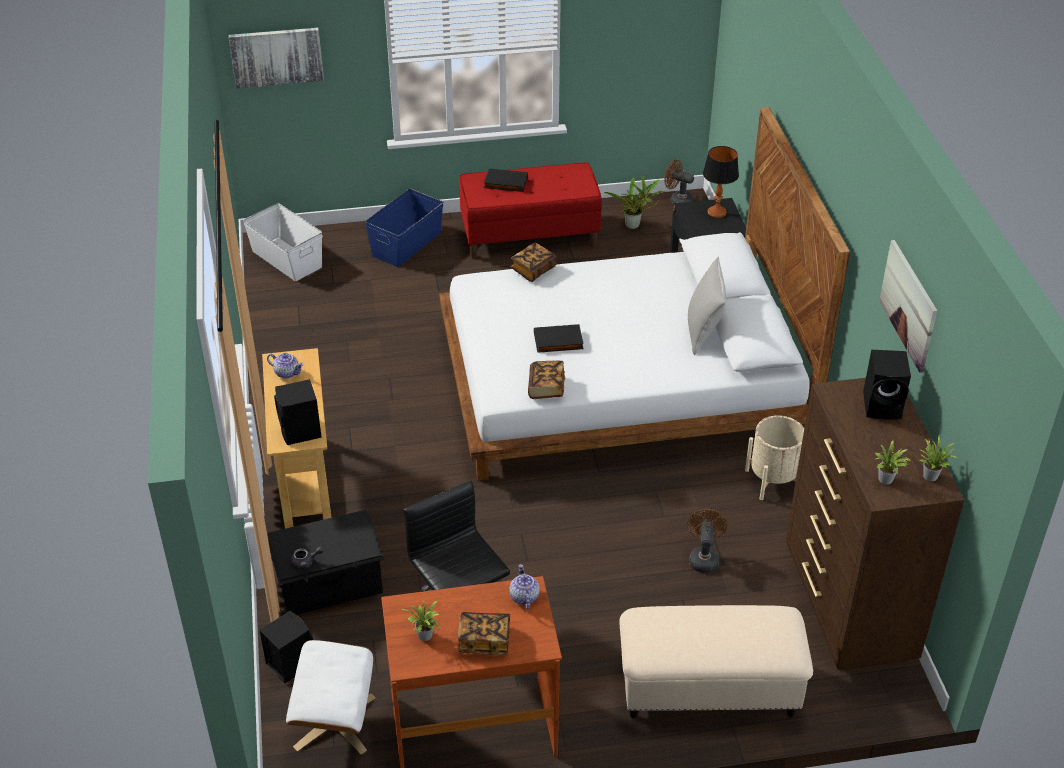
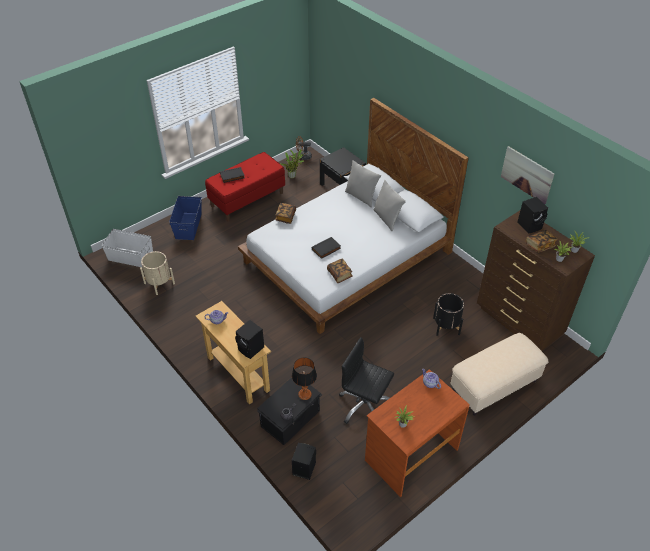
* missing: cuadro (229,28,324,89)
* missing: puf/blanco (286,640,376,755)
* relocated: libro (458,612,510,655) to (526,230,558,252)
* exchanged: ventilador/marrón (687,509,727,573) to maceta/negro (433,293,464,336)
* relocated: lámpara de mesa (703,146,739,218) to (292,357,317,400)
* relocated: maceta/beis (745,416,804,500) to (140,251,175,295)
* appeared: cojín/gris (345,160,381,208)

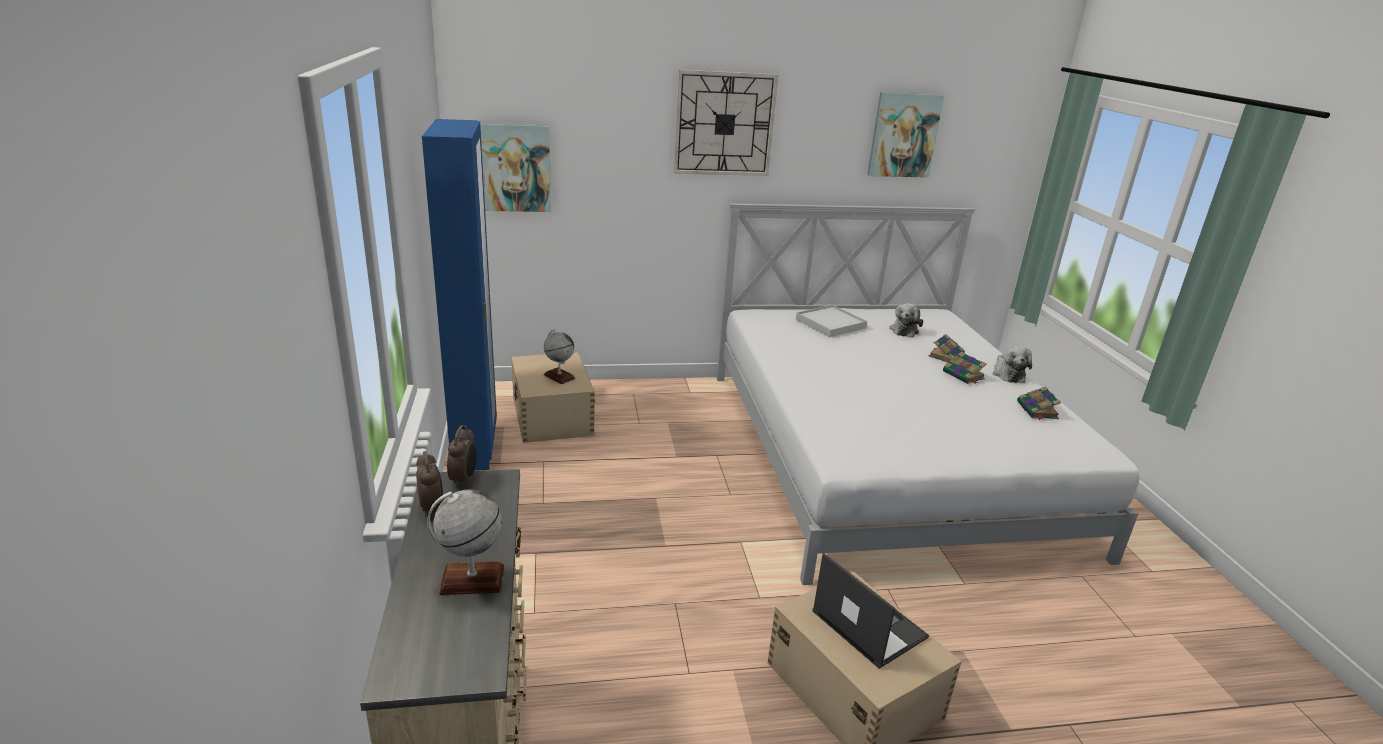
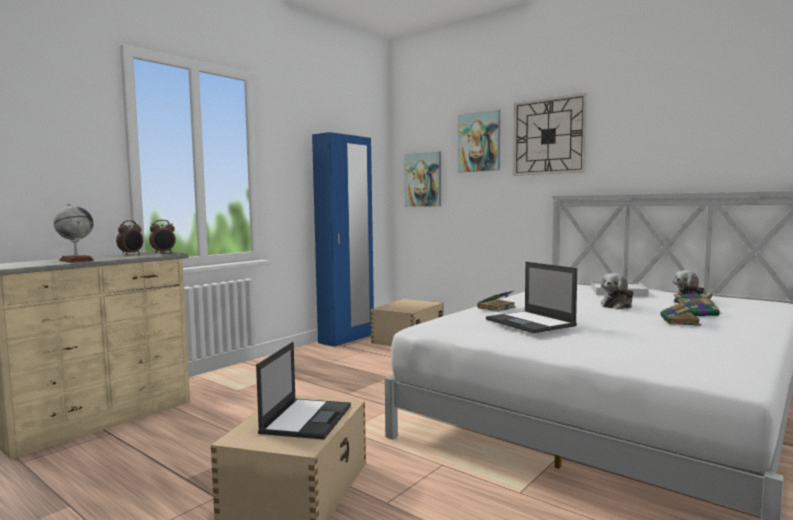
* missing: globo terráqueo (544,330,576,384)
* relocated: cuadro (867,92,944,178) to (457,109,500,172)
* relocated: peluche (993,346,1032,383) to (601,273,633,309)
* relocated: libro (1017,386,1061,420) to (477,291,516,312)
* appeared: portátil (486,262,577,333)

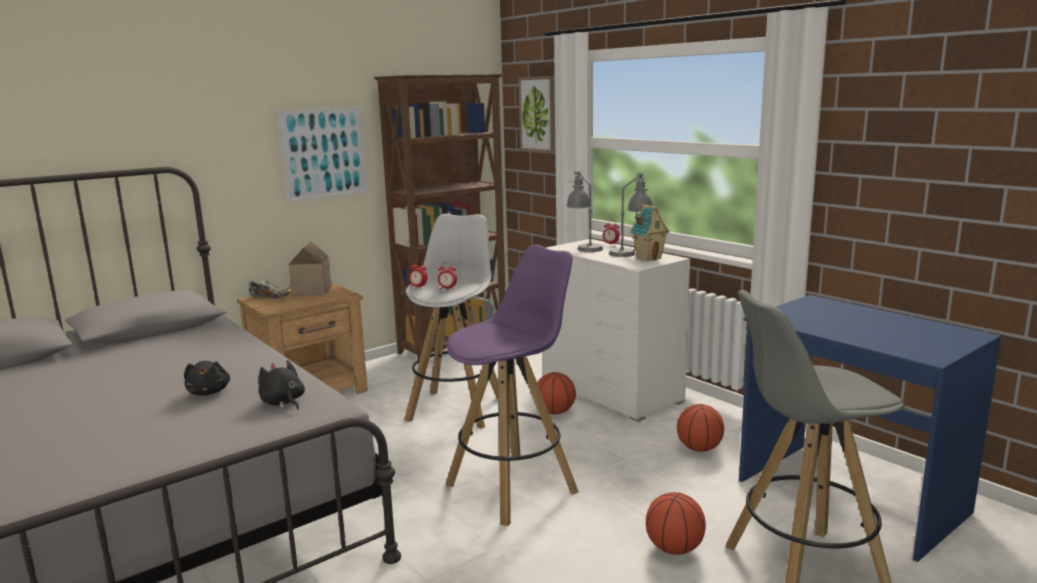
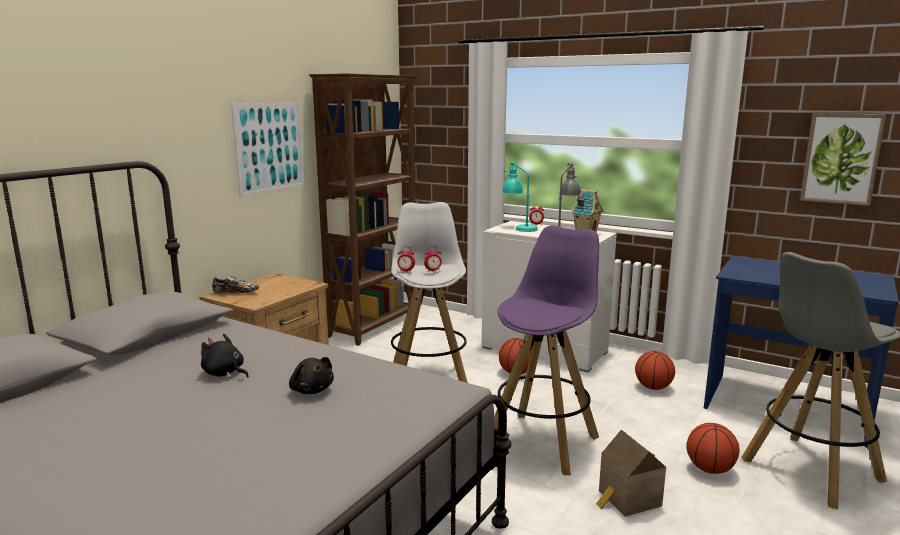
* relocated: peluche/negro (258,360,305,410) to (201,334,249,378)
* relocated: casita (287,241,332,296) to (596,430,666,517)
* relocated: cuadro (518,76,555,153) to (800,113,886,206)
* colour: lámpara de mesa/gris (567,171,603,252) to lámpara de mesa/turquesa (502,162,538,232)

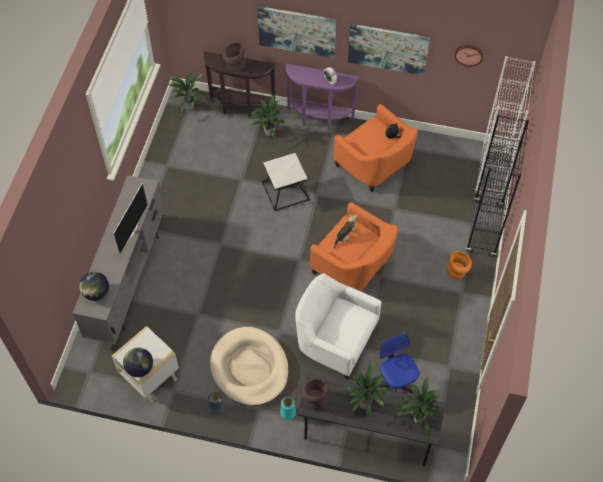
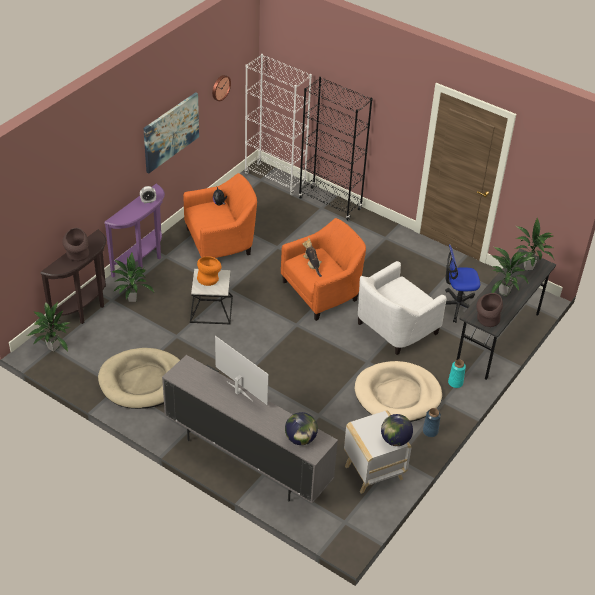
* missing: cuadro (258,6,336,58)
* relocated: florero/naranja (447,251,472,279) to (197,256,221,286)
* appeared: cama para perro/beis (98,348,180,409)

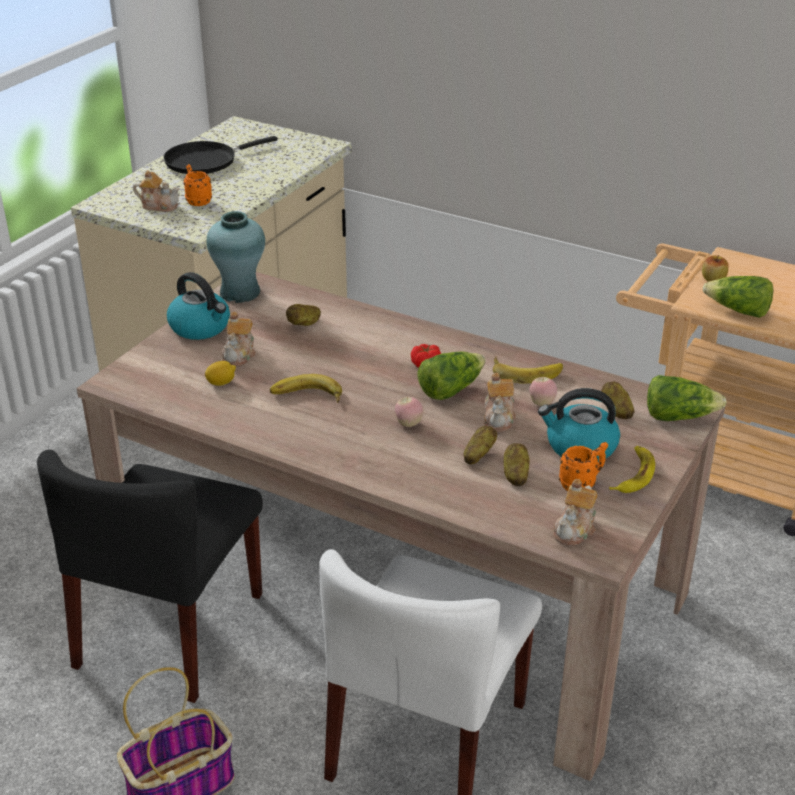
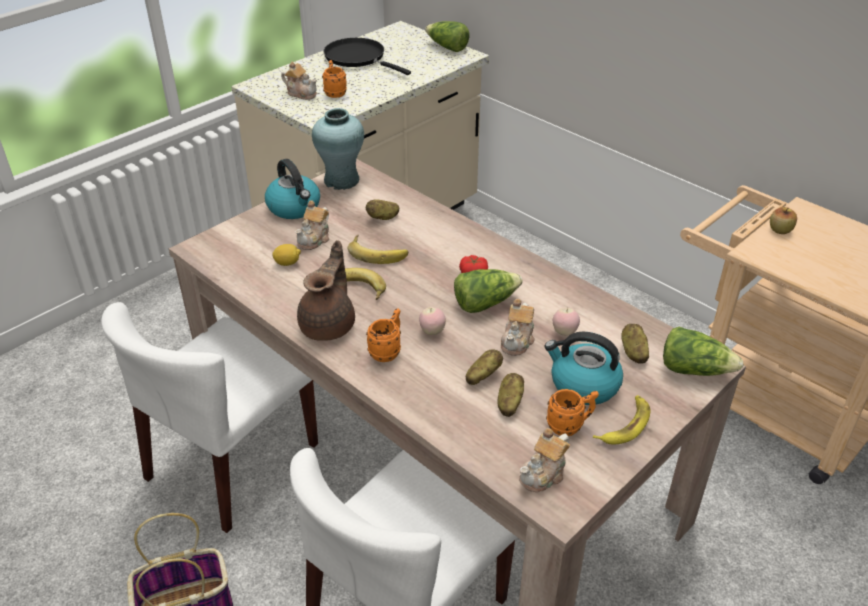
* colour: silla/negro (37,449,263,703) to silla/blanco (101,302,318,533)
* spun: sartén/negro (163,136,278,174) = (324,38,411,75) 60 degrees clockwise
* relocated: plátano (493,357,563,383) to (348,235,408,264)
* relocated: lechuga (703,276,774,318) to (425,21,469,52)
* appeared: tetera/marrón (297,240,355,341)
* appeared: taza grande/naranja (366,308,401,362)

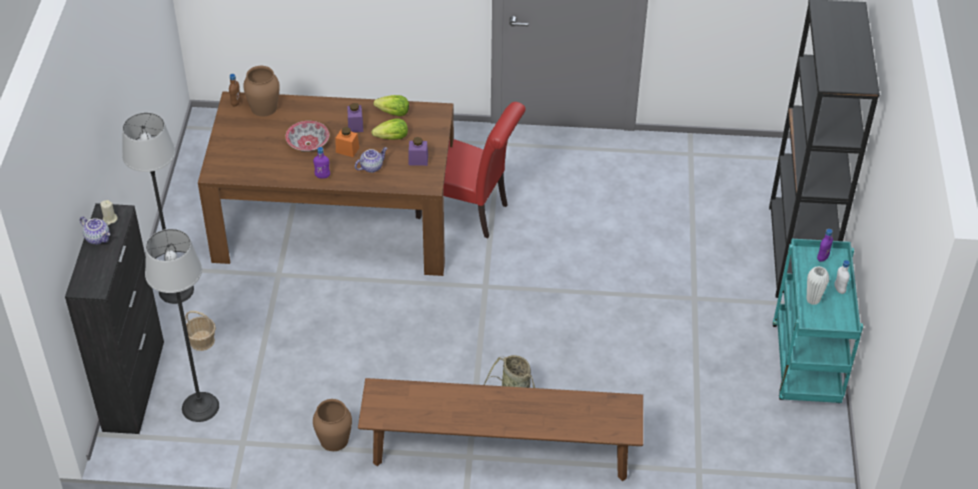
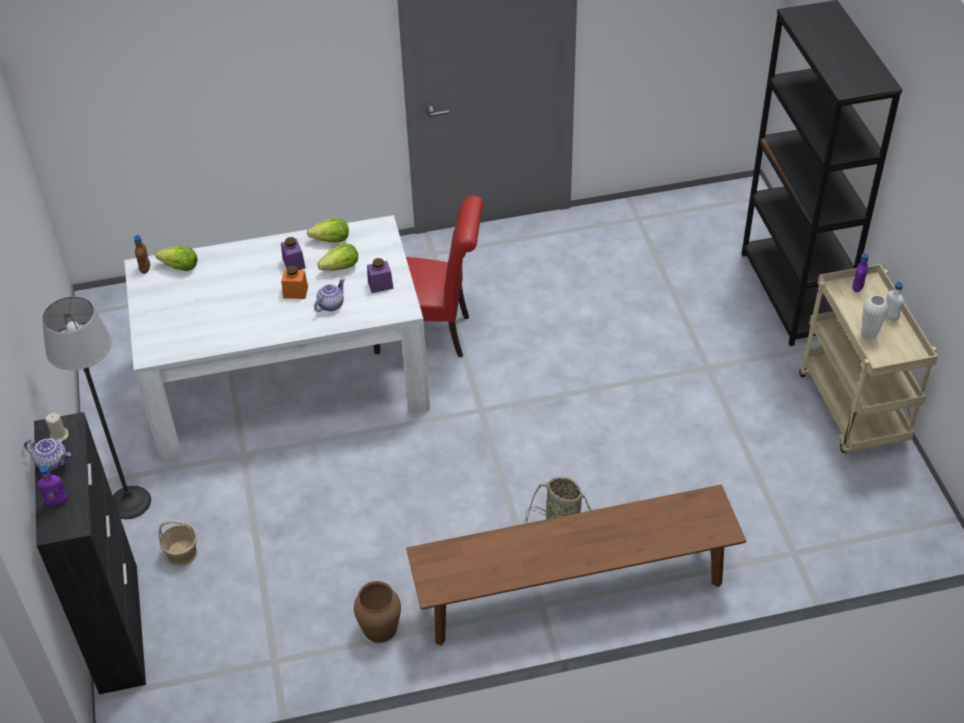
* missing: lámpara de pie (145,229,219,422)
* colour: mesa de comedor/marrón (198,91,454,276) to mesa de comedor/blanco (124,215,430,460)
* exchanged: florero/marrón (243,66,280,116) to lechuga (155,246,198,271)
* missing: cuenco (285,121,329,152)
* relocated: botella/morado (313,147,330,179) to (38,465,68,507)
* colour: carrito/turquesa (772,239,863,403) to carrito/beis (799,264,938,453)

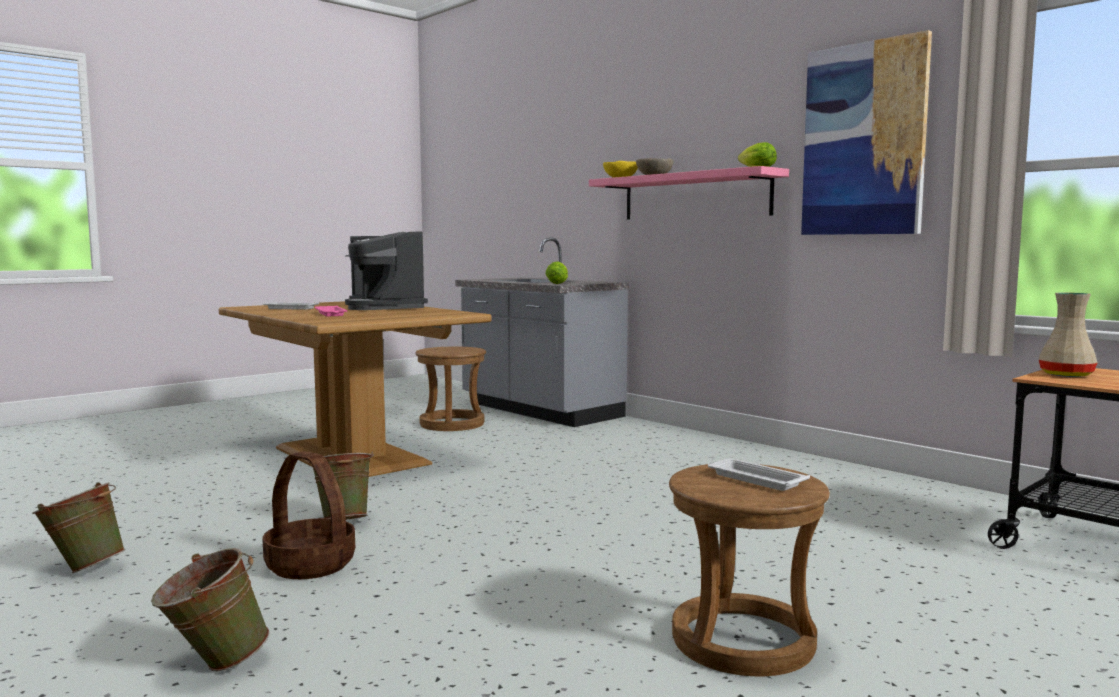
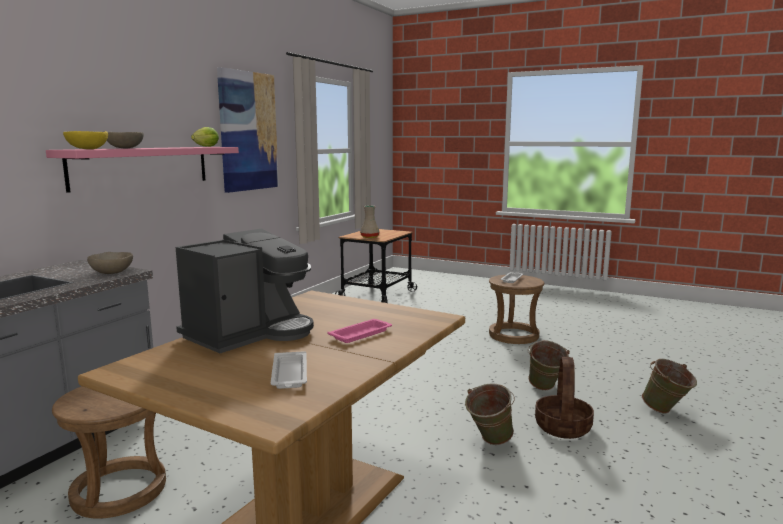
* relocated: cubo/verde (32,482,125,573) to (528,340,570,390)
* exchanged: lechuga (545,261,568,284) to cuenco/beis (87,252,133,274)

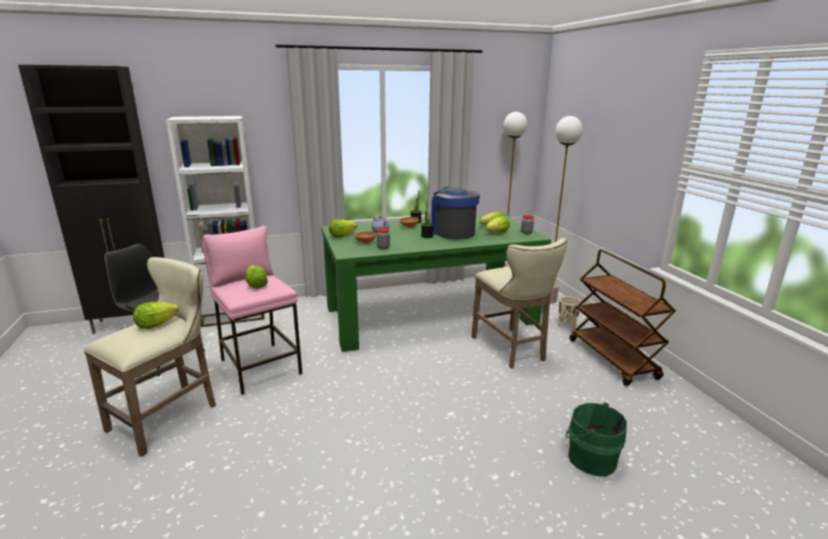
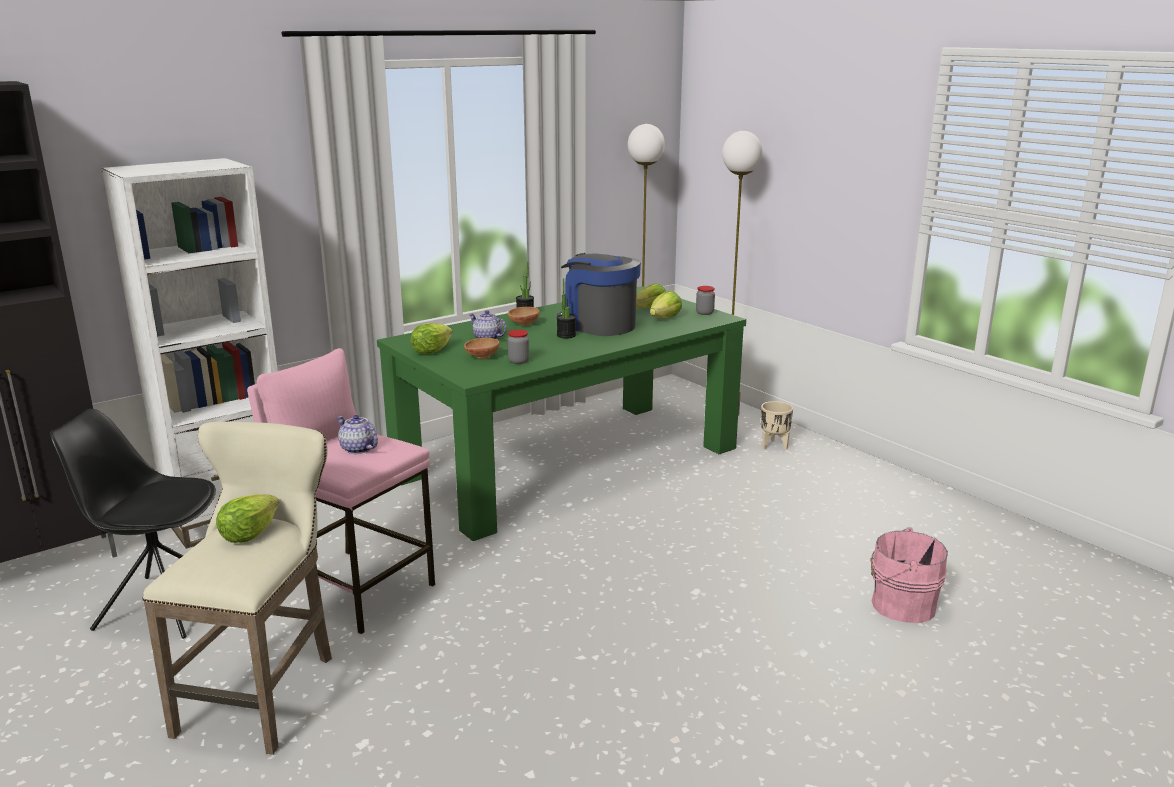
* exchanged: lechuga (246,265,268,288) to tetera (337,415,378,454)
* missing: taburete/beis (472,238,567,369)
* colour: cubo/verde (566,403,627,477) to cubo/rosa (870,527,948,623)
* missing: carrito/marrón (570,249,676,386)

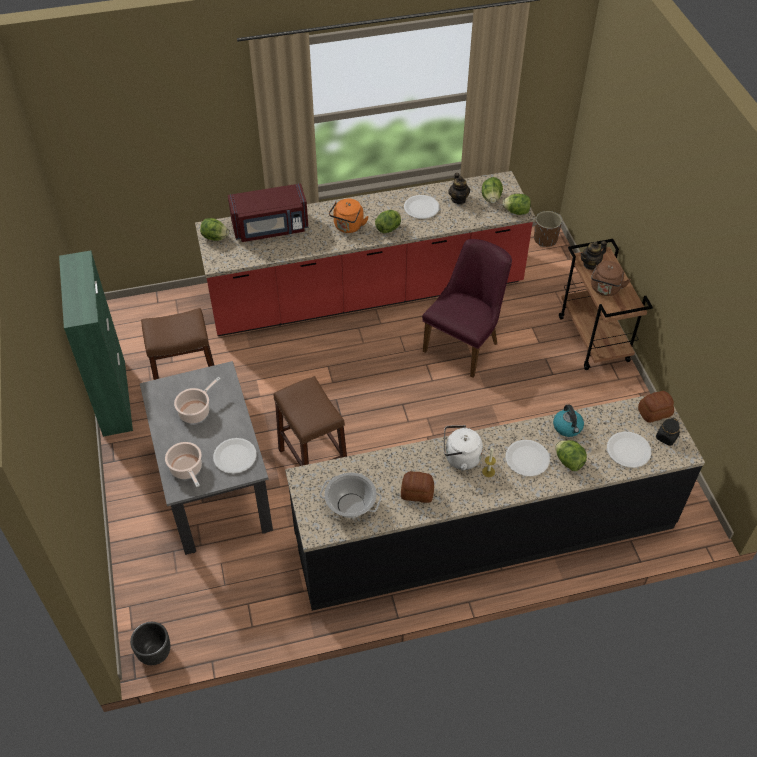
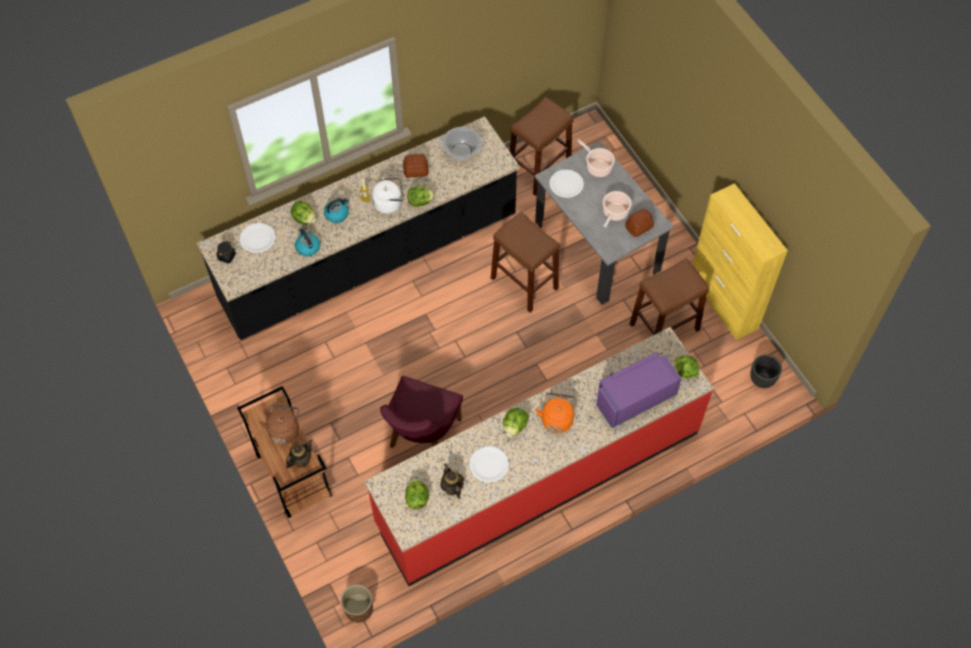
* colour: armario/verde (59,251,133,437) to armario/amarillo (693,183,788,340)
* relocated: maceta/negro (130,622,170,665) to (750,355,782,388)
* colour: microondas/rojo (228,183,308,242) to microondas/morado (596,352,682,428)
* relocated: lechuga (502,194,531,215) to (407,186,435,207)
* exchanged: plato/blanco (505,440,550,477) to hervidor (324,198,349,223)
* relocated: pan (638,391,674,423) to (625,209,654,237)
* appeared: taburete/marrón (509,97,574,196)

